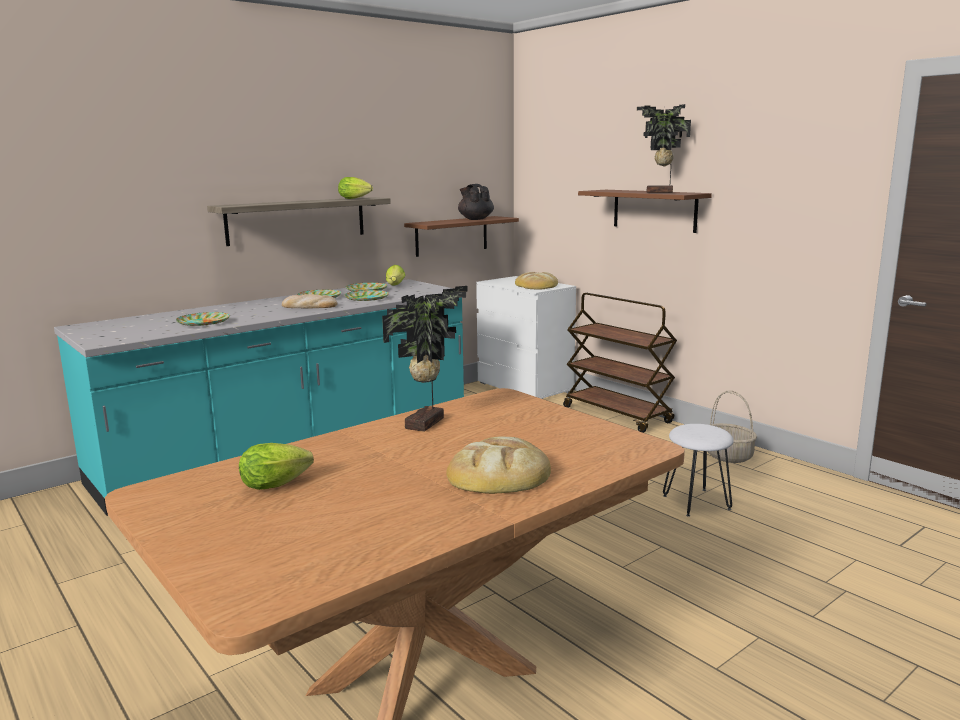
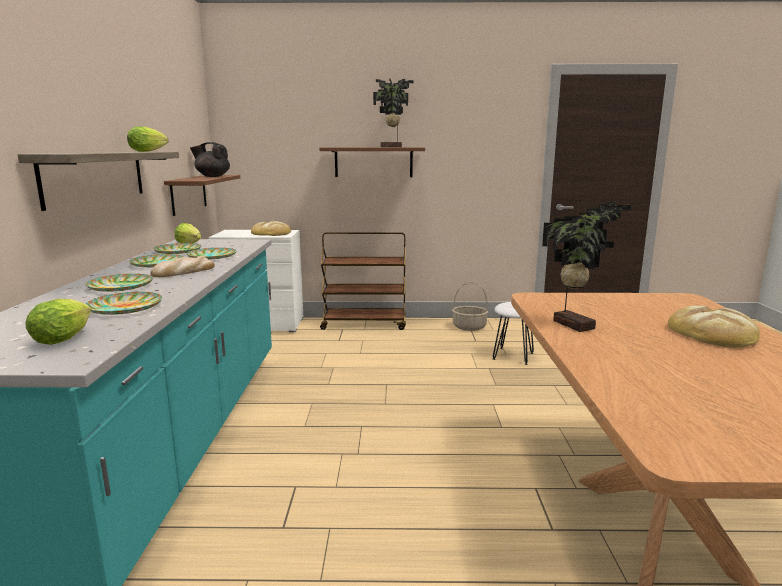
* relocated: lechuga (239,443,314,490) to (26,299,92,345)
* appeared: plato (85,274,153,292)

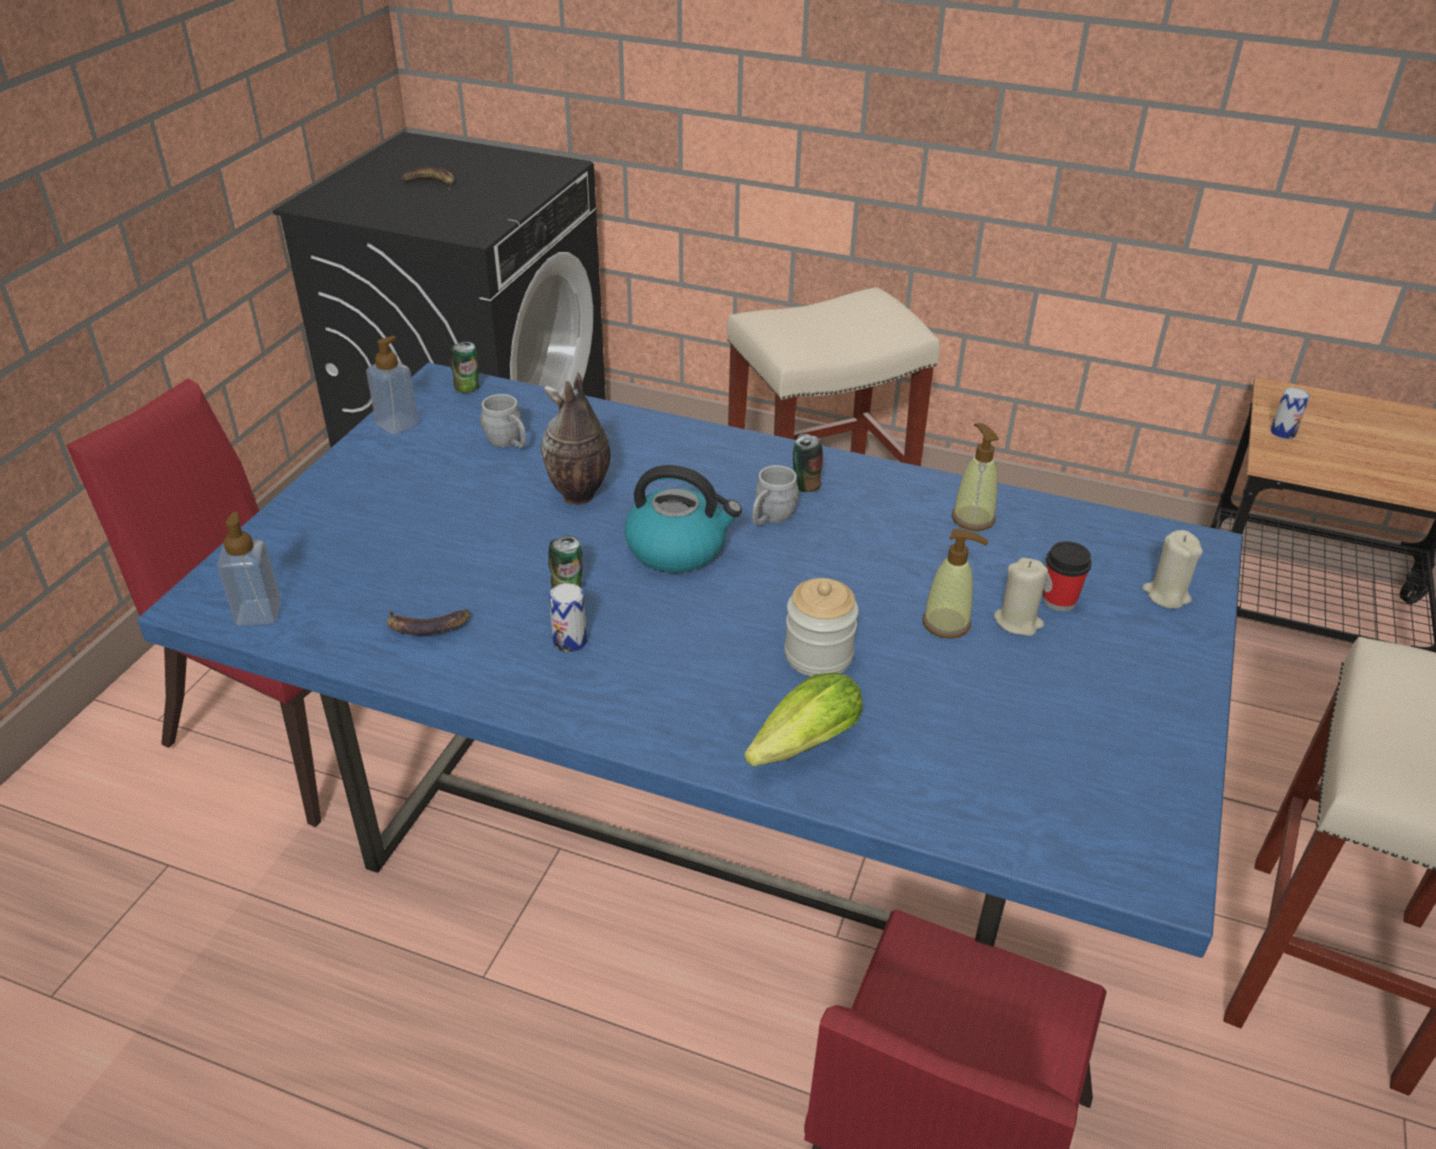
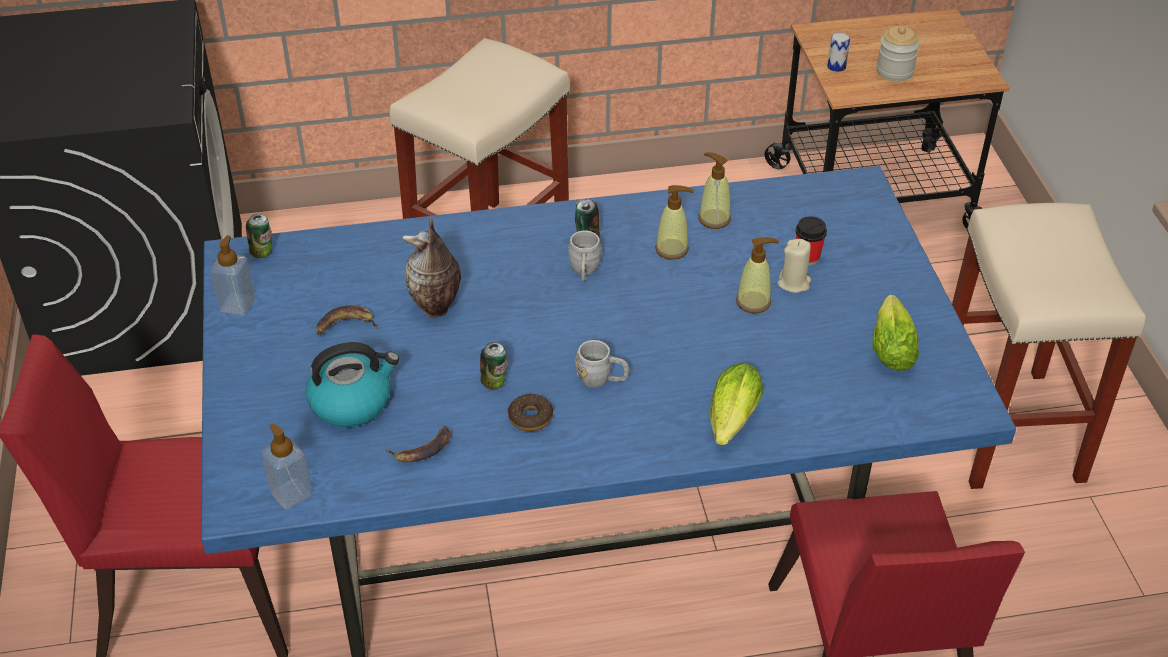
* relocated: plátano (401,167,454,190) to (316,305,379,335)
* relocated: taza grande/gris (481,394,526,448) to (575,340,629,388)
* exchanged: lata (549,583,587,653) to rosquilla (508,394,553,431)
* relocated: hervidor (624,465,742,573) to (306,342,400,427)
* relocated: tarro (784,578,859,676) to (876,26,920,81)
* missing: vela/beis (1142,530,1203,609)
* appeared: dispensador de jabón (655,185,693,260)
* appeared: lechuga (872,295,919,371)

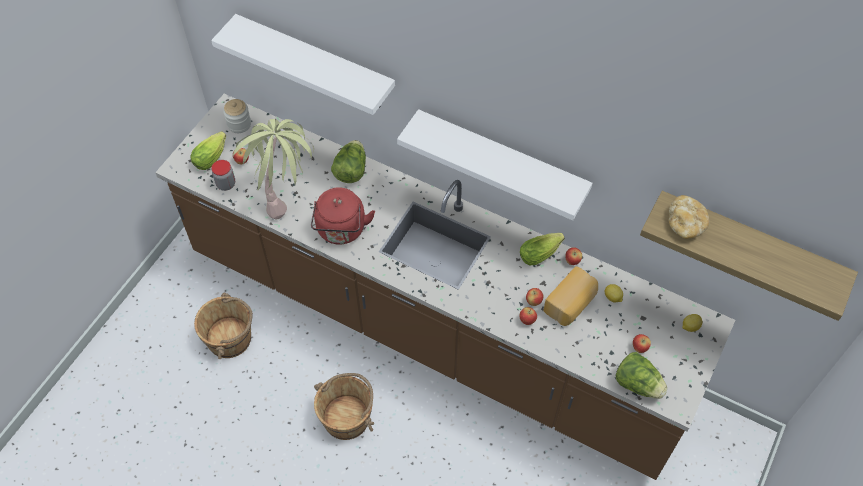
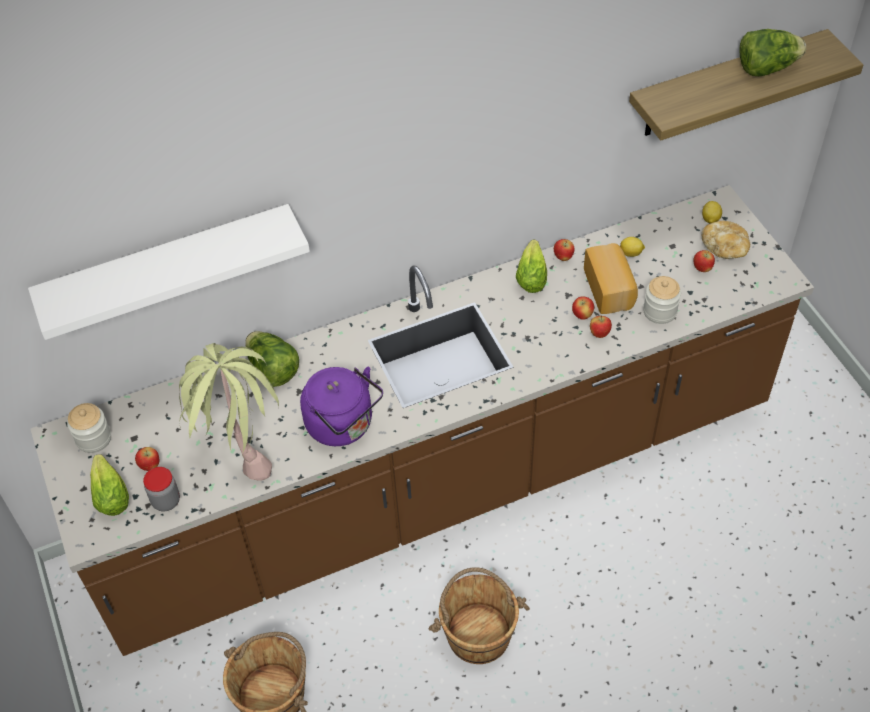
* colour: hervidor/rojo (311,187,375,244) to hervidor/morado (300,367,383,446)
* missing: estante/blanco (397,109,592,221)
* relocated: lechuga (615,352,668,399) to (739,29,806,76)
* relocated: pan (668,195,709,239) to (702,221,750,259)
* appeared: tarro (643,276,681,324)

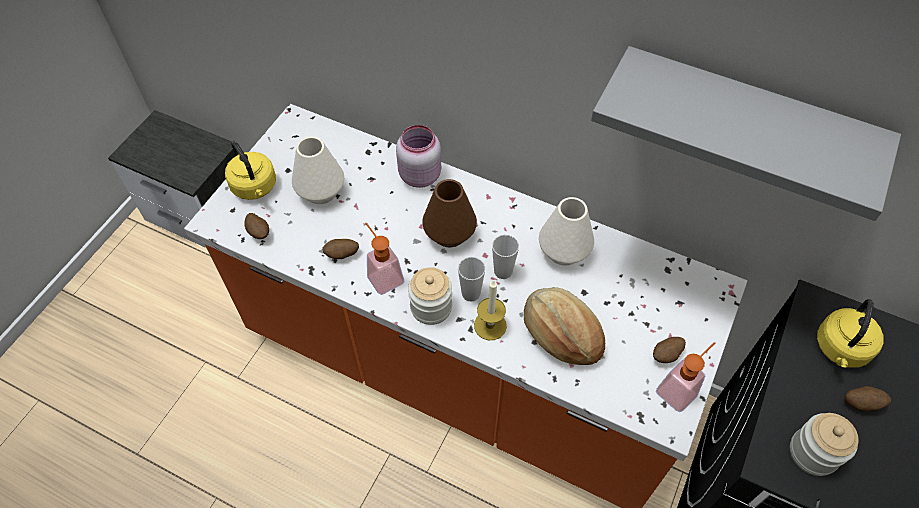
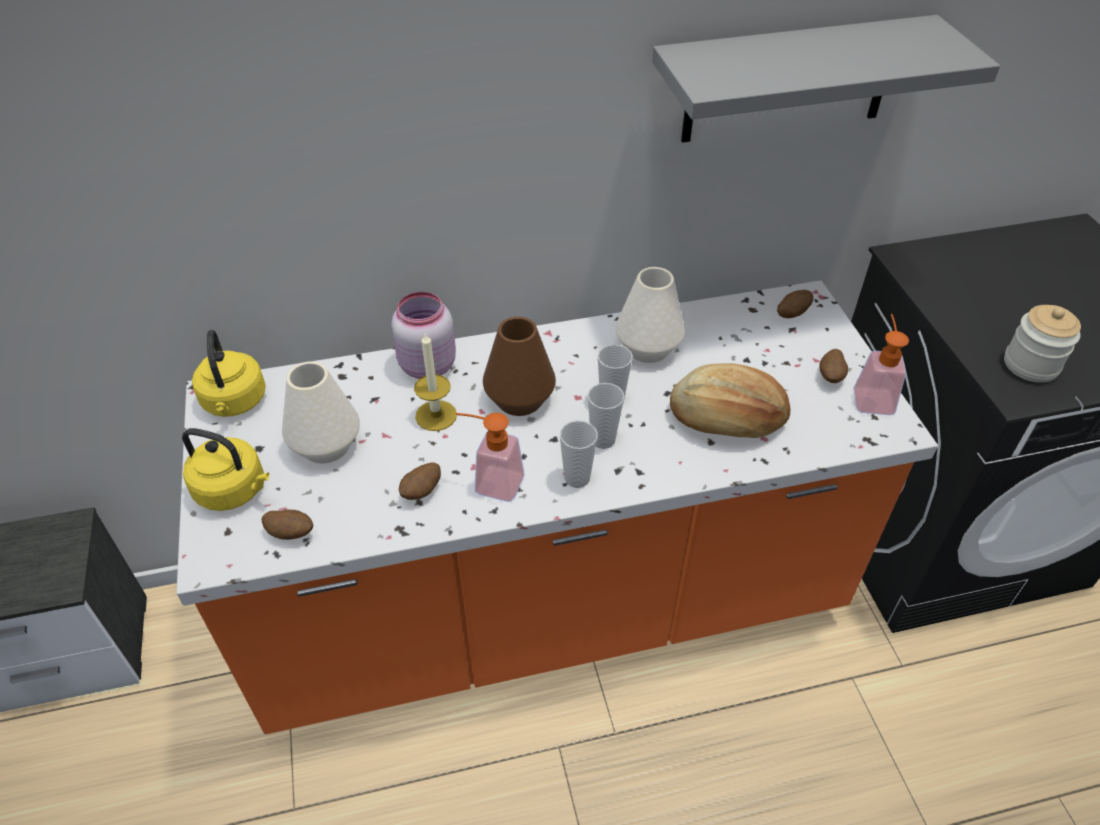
* exchanged: tarro (408,267,452,325) to taza (560,420,598,488)
* relocated: vela (474,280,507,340) to (414,333,457,431)
* relocated: hervidor/amarillo (817,299,884,368) to (192,330,266,417)
* relocated: patata (845,386,891,411) to (777,290,813,318)

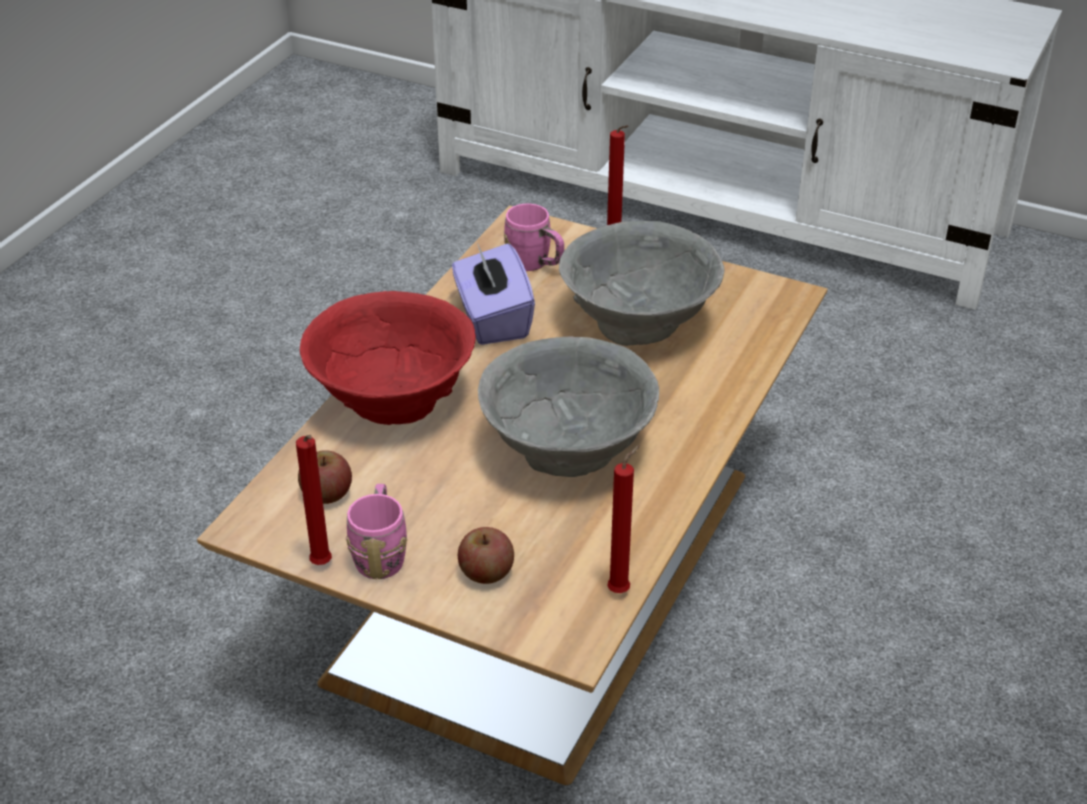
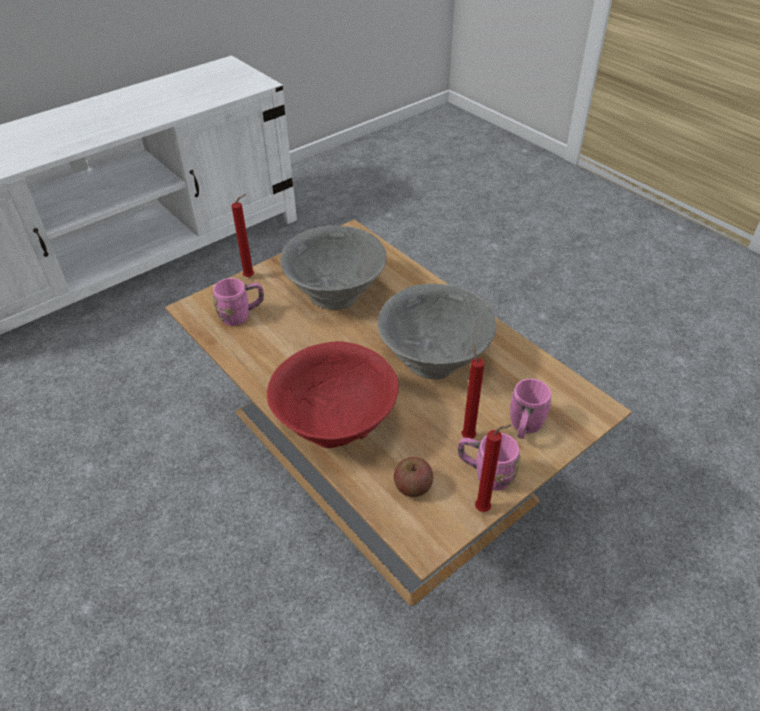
* missing: caja de pañuelos/morado (452,242,535,345)
* exchanged: manzana (458,527,514,584) to taza grande/rosa (510,379,551,439)
* relocated: vela/rojo (607,445,640,593) to (462,344,484,439)

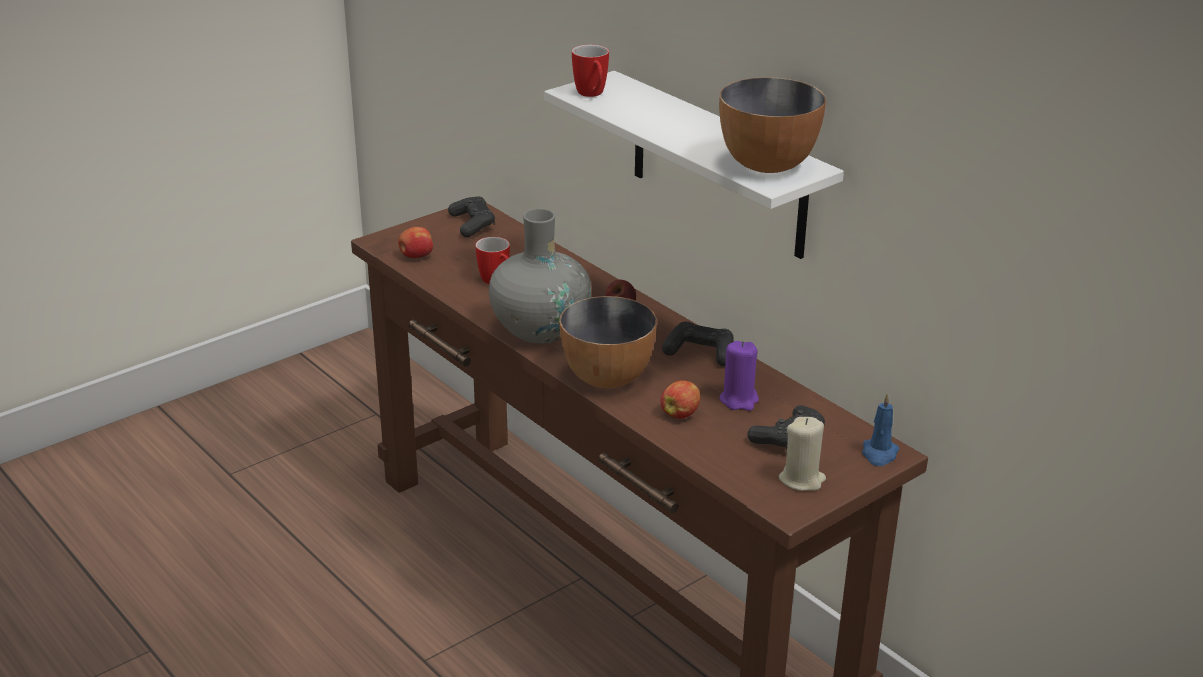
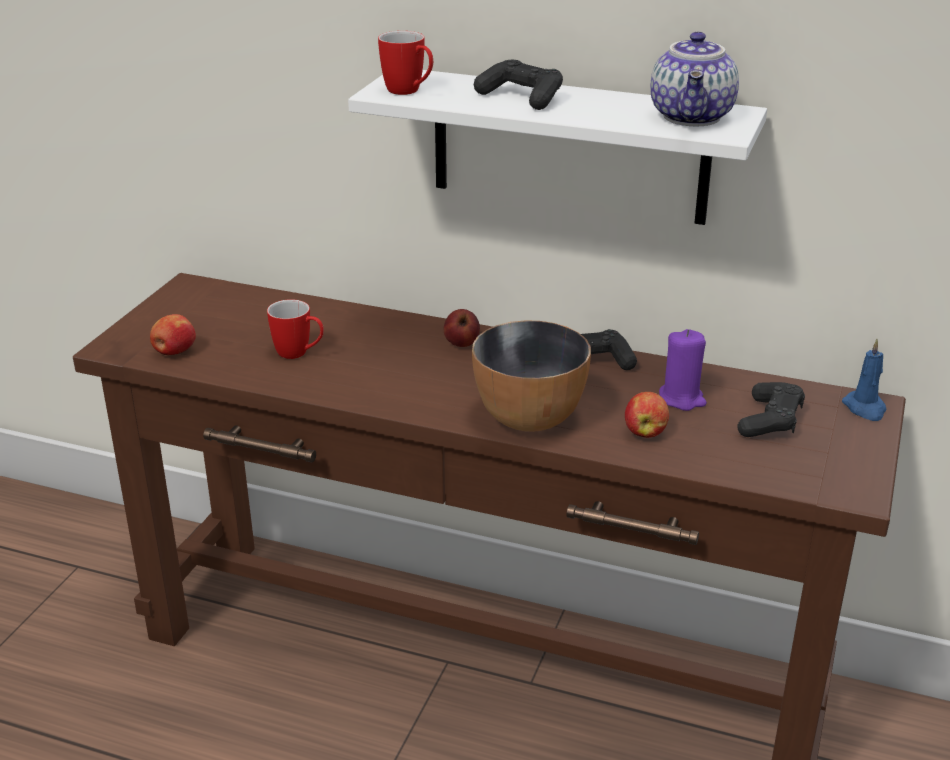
* relocated: mando de consola/negro (448,196,495,237) to (474,60,563,110)
* missing: florero/gris (489,209,592,344)
* exchanged: cuenco (719,77,826,173) to tetera (650,32,739,126)
* missing: vela/beis (779,417,826,491)

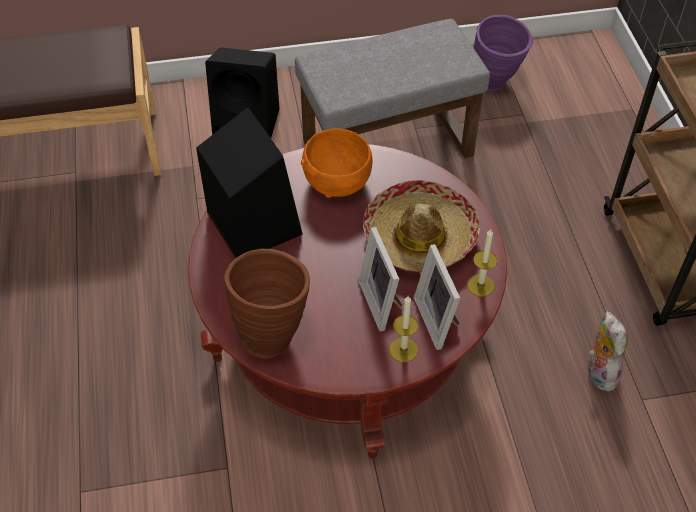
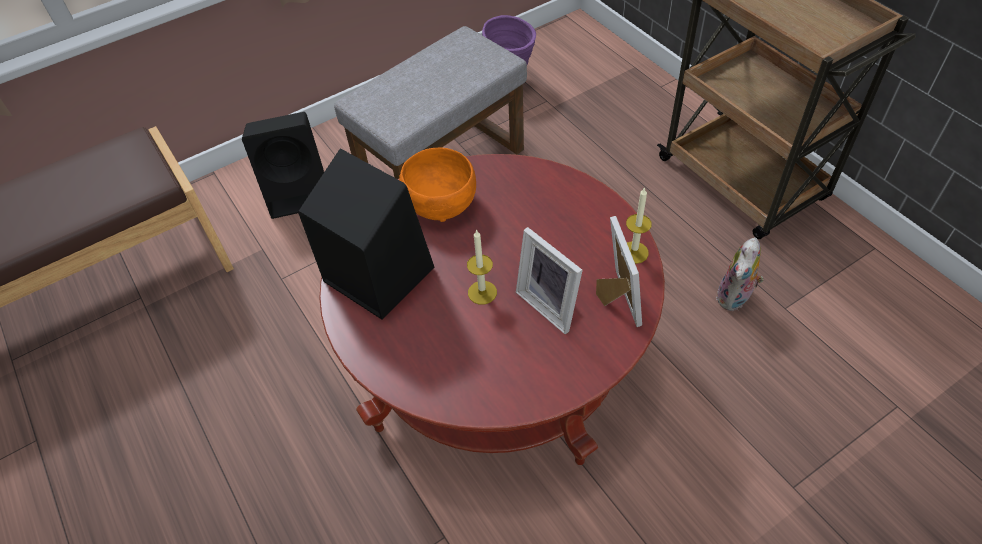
* missing: florero/marrón (224,249,310,358)
* missing: sombrero (363,180,480,272)
* relocated: vela (390,296,418,362) to (467,229,497,305)
* spun: portarretratos (414,244,460,350) = (596,216,642,327) 150 degrees counterclockwise
* spun: peluche (588,311,628,392) = (716,238,764,311) 120 degrees counterclockwise

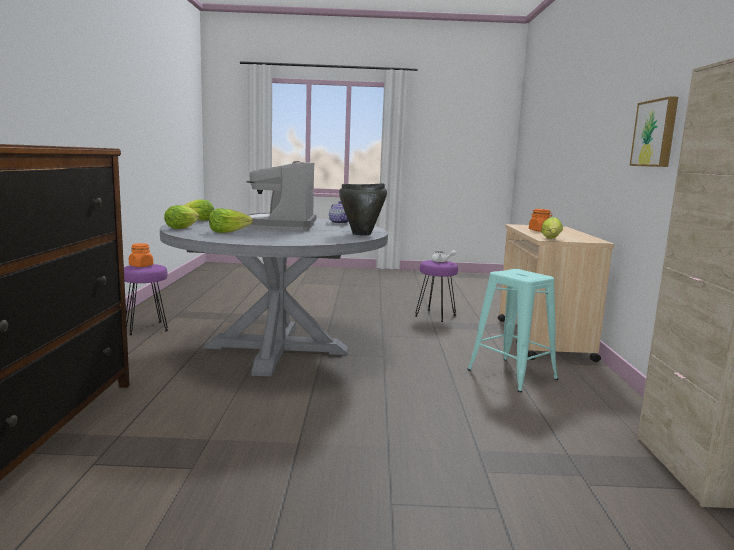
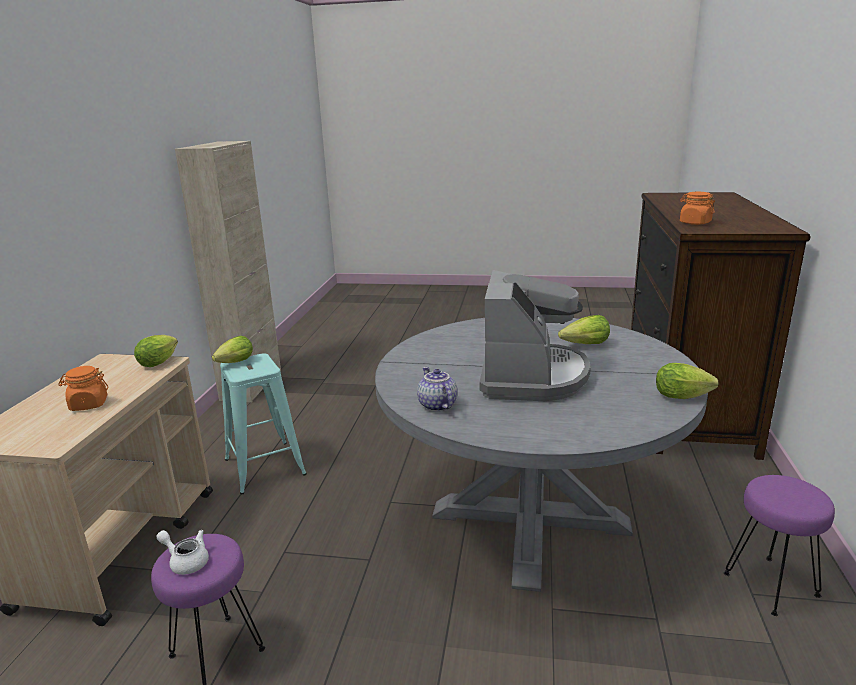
* relocated: tarro/naranja (129,243,153,267) to (680,192,715,225)
* relocated: lechuga (164,205,199,229) to (212,336,253,363)
* missing: olla/negro (339,183,387,235)
* missing: cuadro (630,96,678,167)

